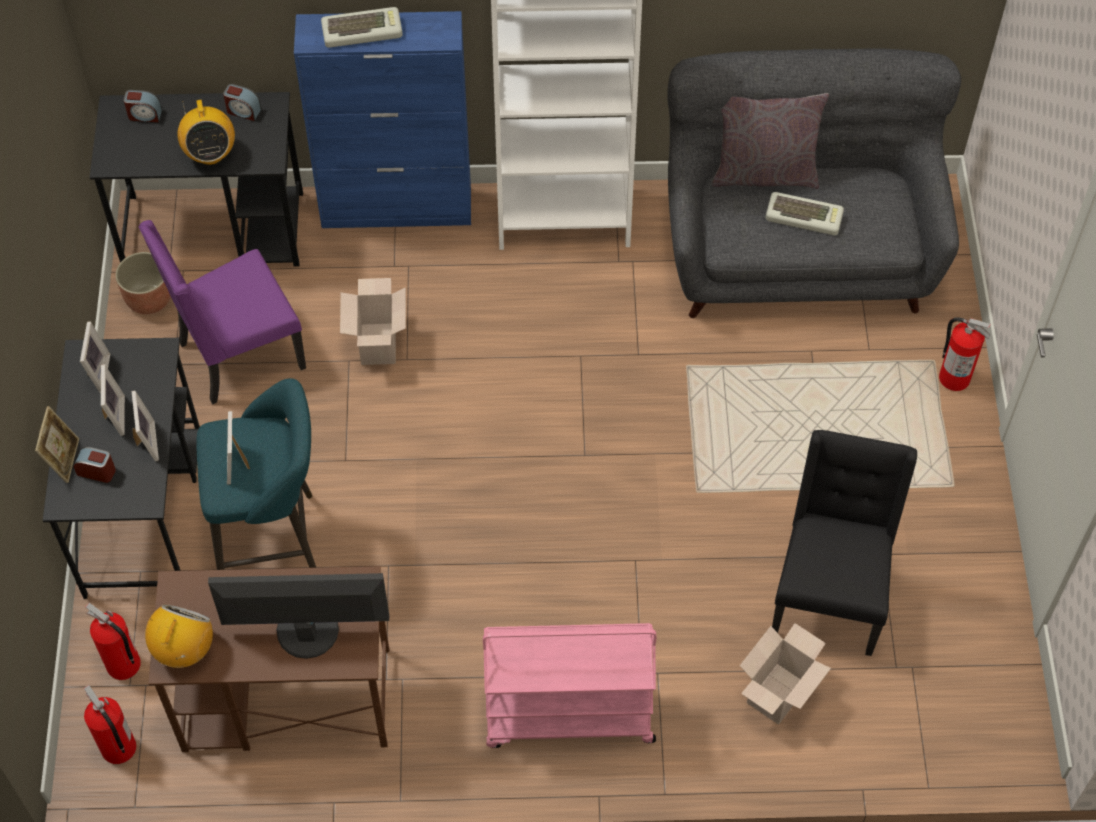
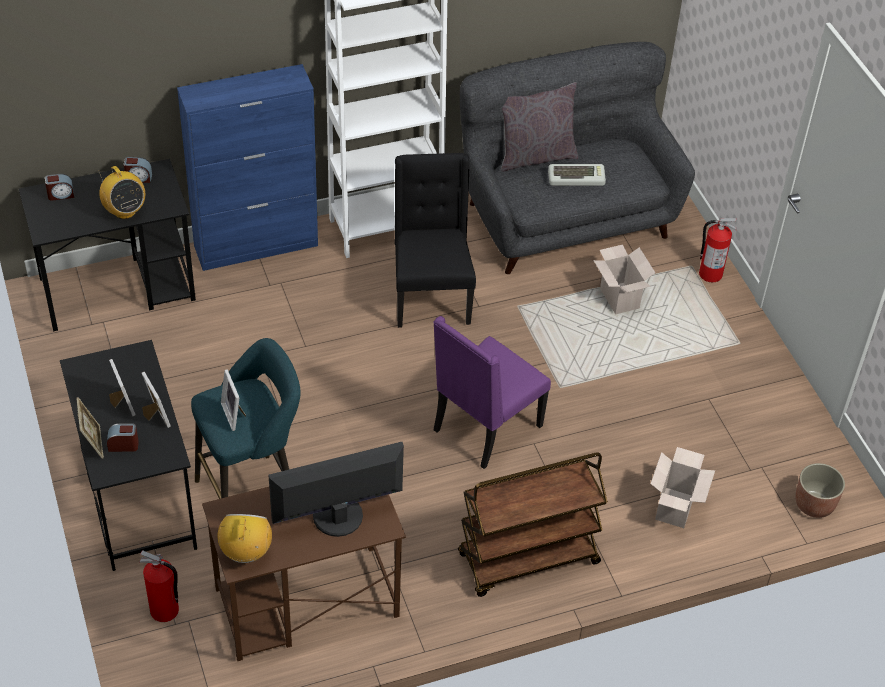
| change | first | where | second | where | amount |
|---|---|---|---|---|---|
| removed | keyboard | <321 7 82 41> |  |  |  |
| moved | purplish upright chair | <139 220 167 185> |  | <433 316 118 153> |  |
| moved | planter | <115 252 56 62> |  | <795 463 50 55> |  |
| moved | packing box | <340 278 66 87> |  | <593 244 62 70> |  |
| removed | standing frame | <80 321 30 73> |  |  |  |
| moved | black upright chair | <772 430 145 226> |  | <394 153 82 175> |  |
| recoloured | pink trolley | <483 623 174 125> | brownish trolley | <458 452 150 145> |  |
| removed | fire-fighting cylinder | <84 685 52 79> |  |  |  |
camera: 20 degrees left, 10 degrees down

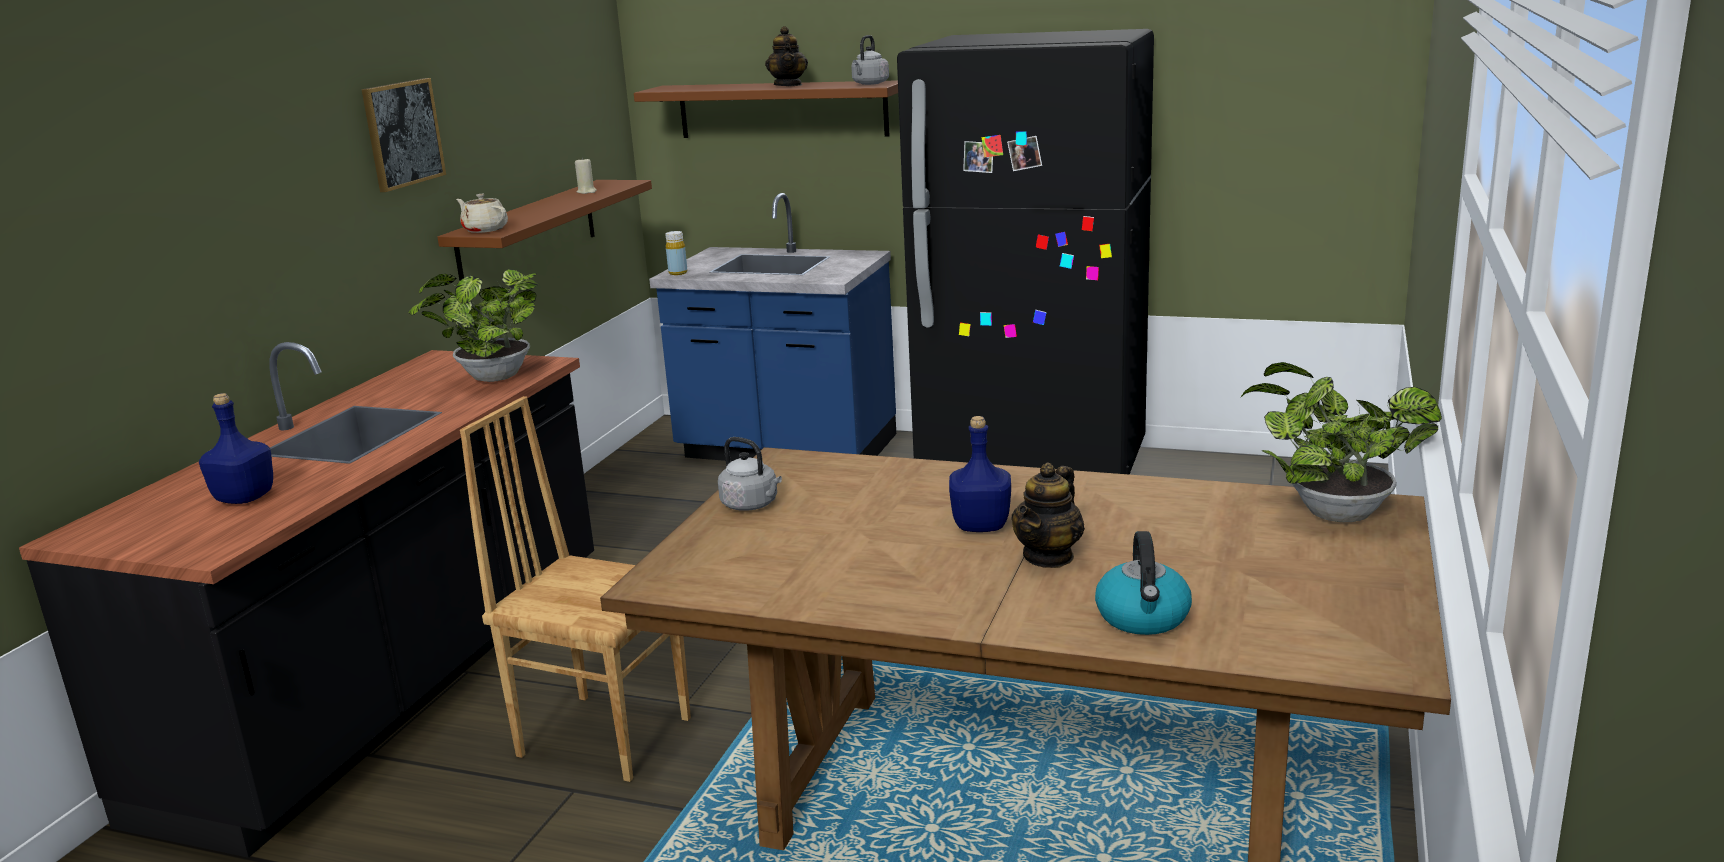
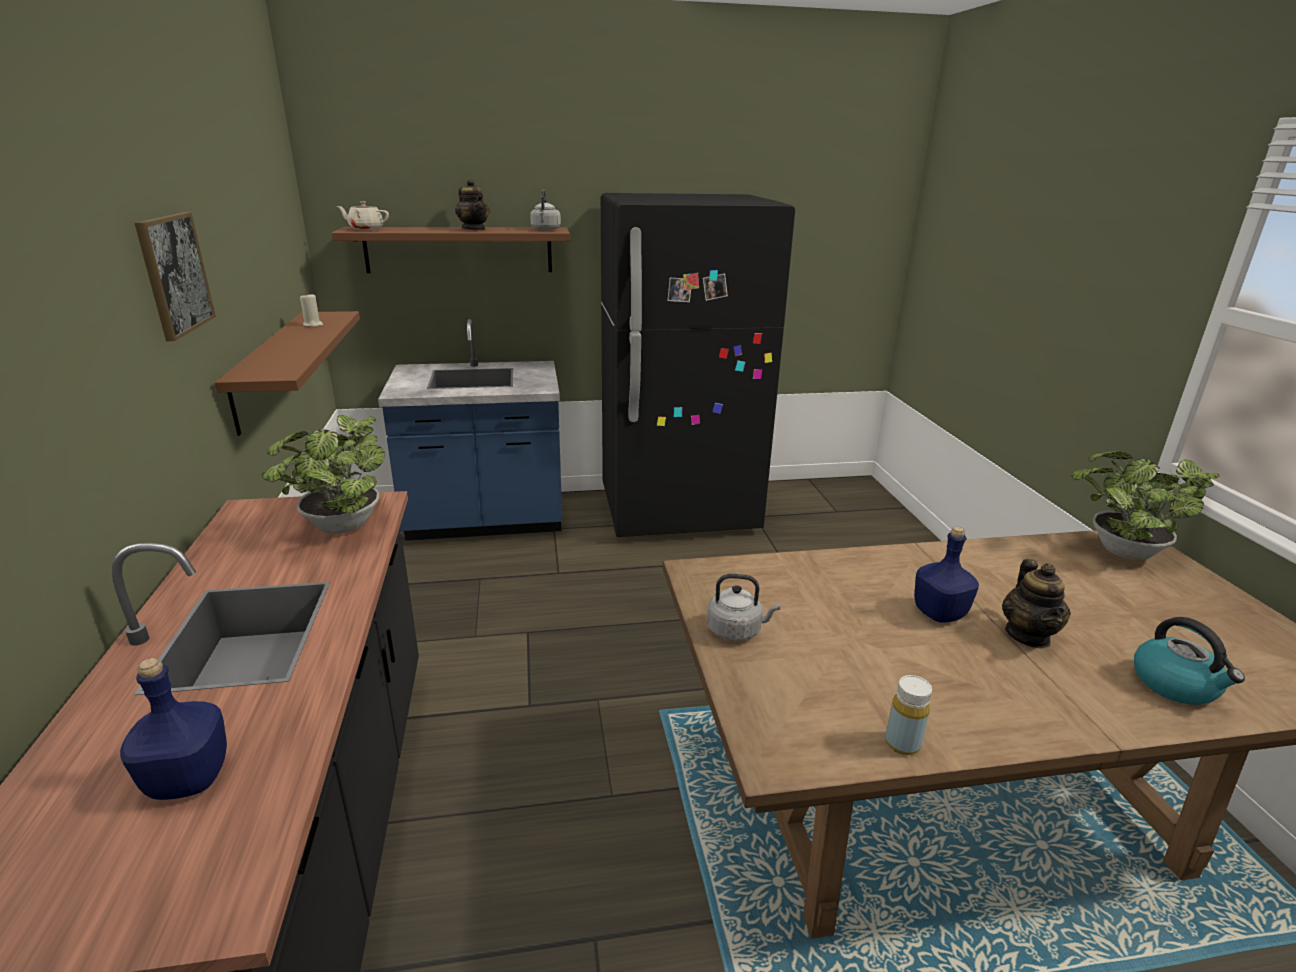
| change | first | where | second | where | amount |
|---|---|---|---|---|---|
| moved | beige pot for tea | <456 194 52 39> |  | <337 201 52 29> |  |
| moved | yellow bottle | <665 231 22 44> |  | <885 675 47 80> |  |
| removed | brownish upright chair | <460 396 231 386> |  |  |  |
camera: 30 degrees left, 5 degrees up

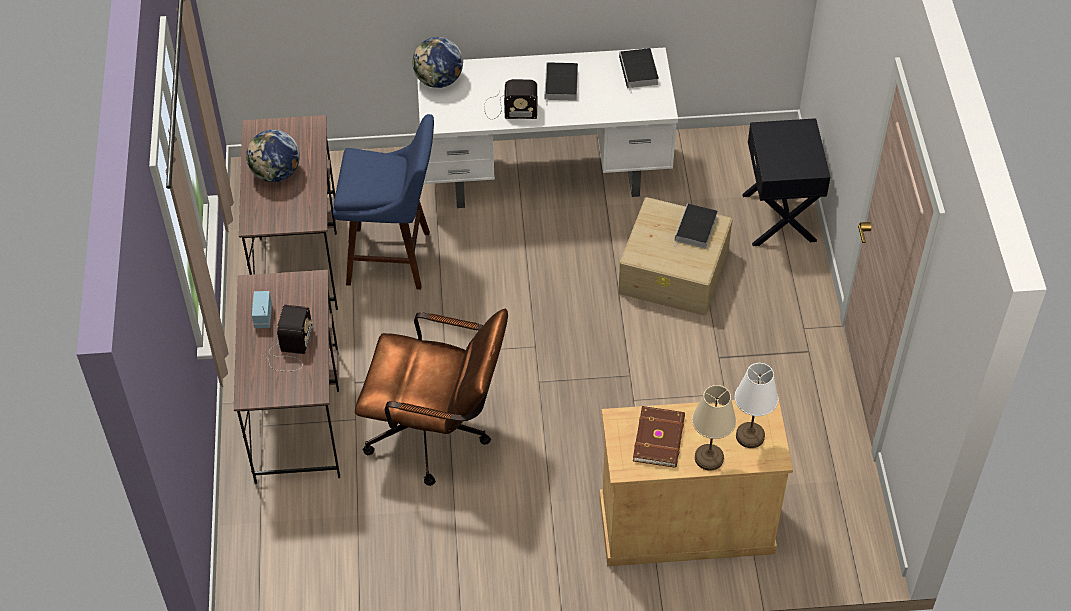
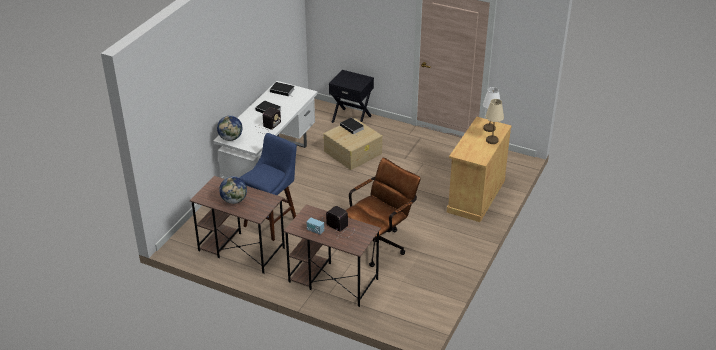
| change | first | where | second | where | amount |
|---|---|---|---|---|---|
| removed | brownish book | <633 406 52 62> |  |  |  |
camera: 60 degrees left, 15 degrees down

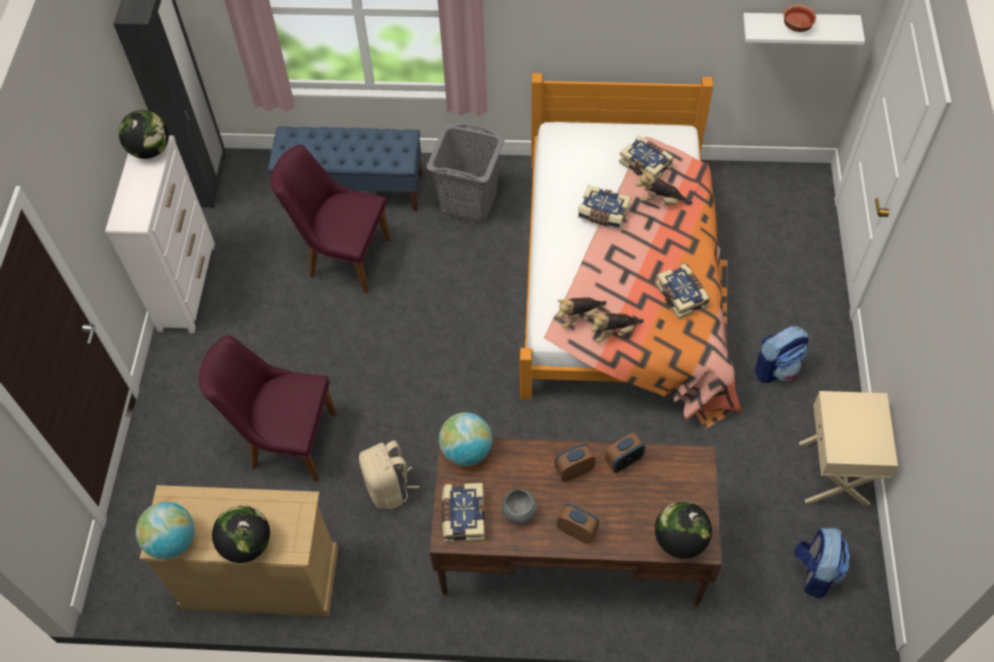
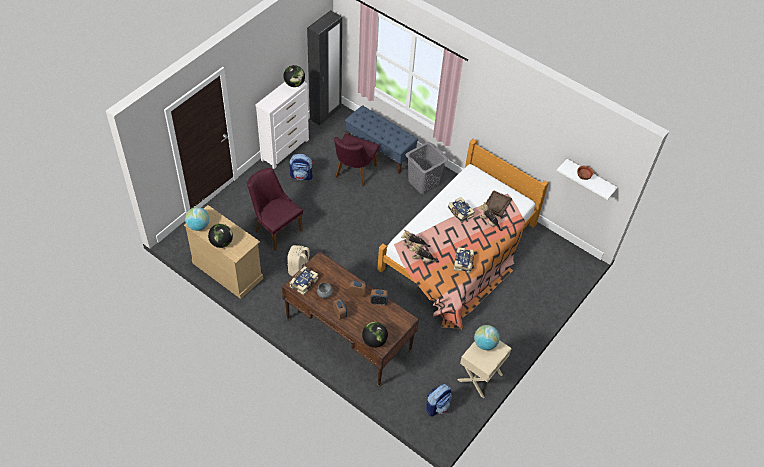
| change | first | where | second | where | amount |
|---|---|---|---|---|---|
| replaced | book | <619 135 55 43> | brownish serving tray | <486 190 26 27> |  |
| turned | purplish upright chair | <270 145 120 148> |  | <334 134 45 52> | 120 degrees counterclockwise |
| moved | rucksack | <754 326 54 57> |  | <289 154 24 26> |  |
| moved | desk globe | <439 412 53 54> |  | <474 325 26 25> |  |
camera: 30 degrees right, 5 degrees down

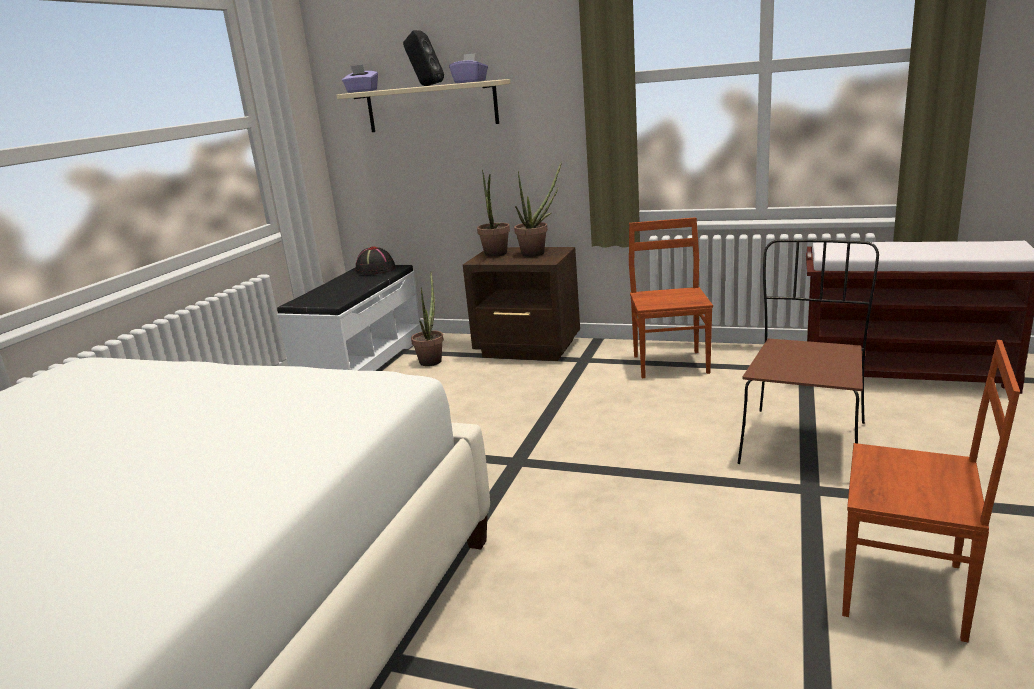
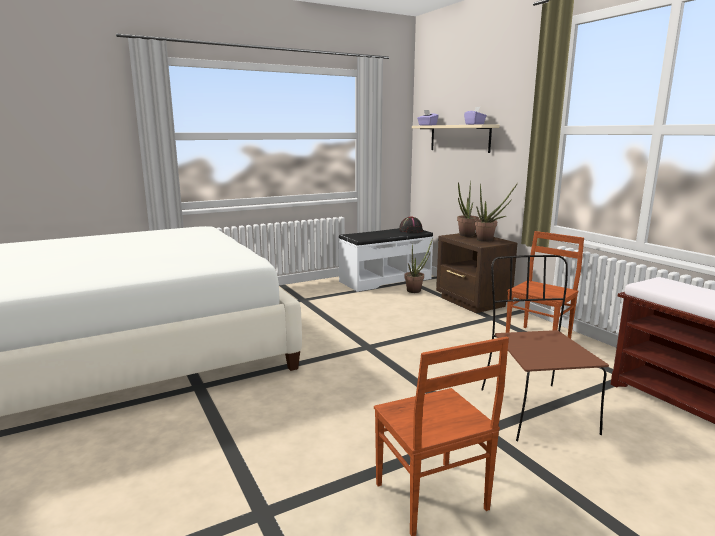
| change | first | where | second | where | amount |
|---|---|---|---|---|---|
| removed | black speaker | <403 30 41 56> |  |  |  |
| turned | brownish upright chair | <738 240 141 224> |  | <481 255 128 186> | 75 degrees counterclockwise |
camera: 40 degrees right, 5 degrees down

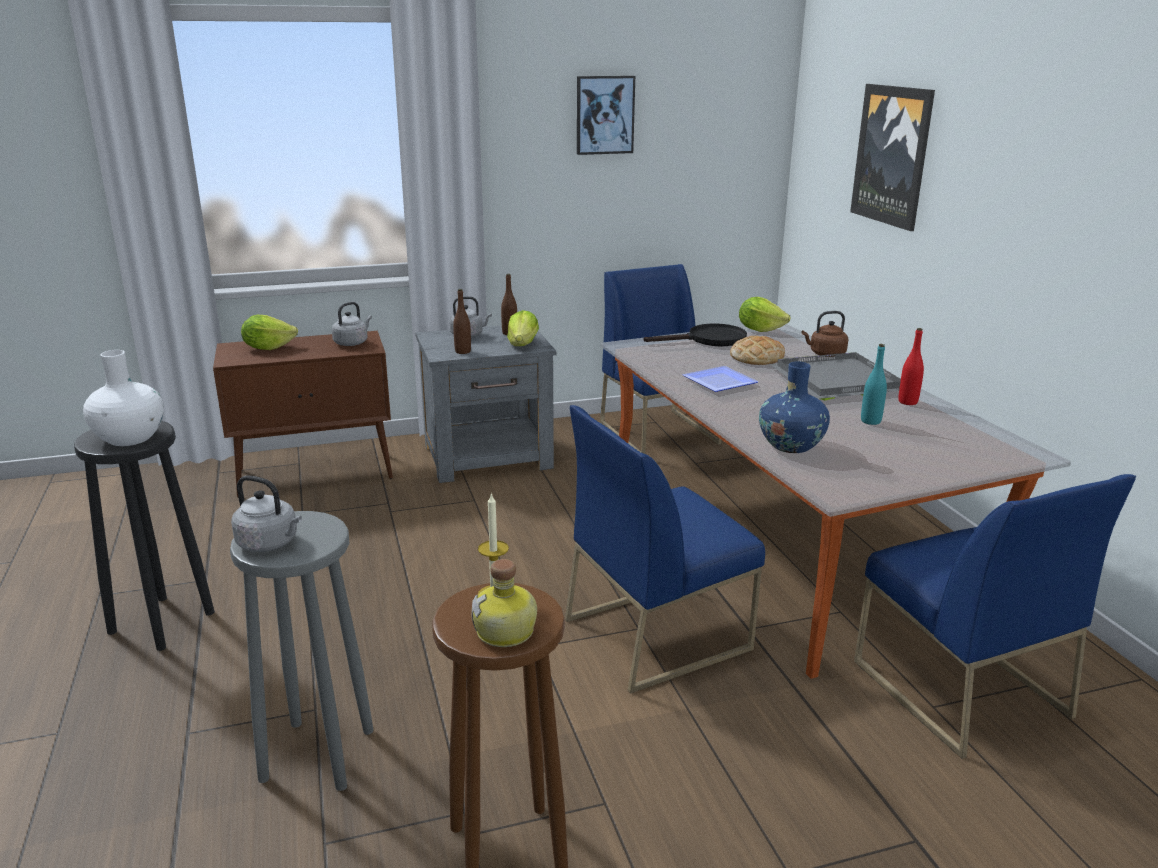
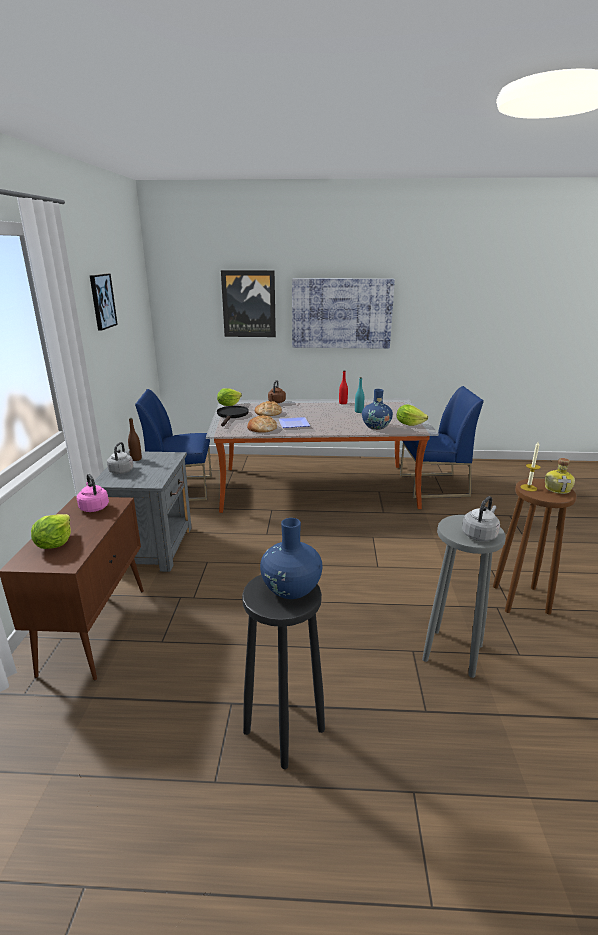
| change | first | where | second | where | amount |
|---|---|---|---|---|---|
| removed | brownish bottle | <453 289 18 65> |  |  |  |
| recoloured | gray kettle | <332 302 40 44> | pink kettle | <77 474 32 38> |  |
| moved | lettuce | <507 310 32 36> |  | <397 404 31 22> |  |
| recoloured | white flower vase | <83 350 81 96> | blue flower vase | <260 518 62 81> |  |
| removed | gray serving tray | <770 352 131 48> |  |  |  |
| removed | blue upright chair | <565 405 200 288> |  |  |  |
| added |  |  | wall art | <292 278 103 71> |  |
| added |  |  | bakery bread | <247 415 30 18> |  |
camera: 70 degrees left, 0 degrees up

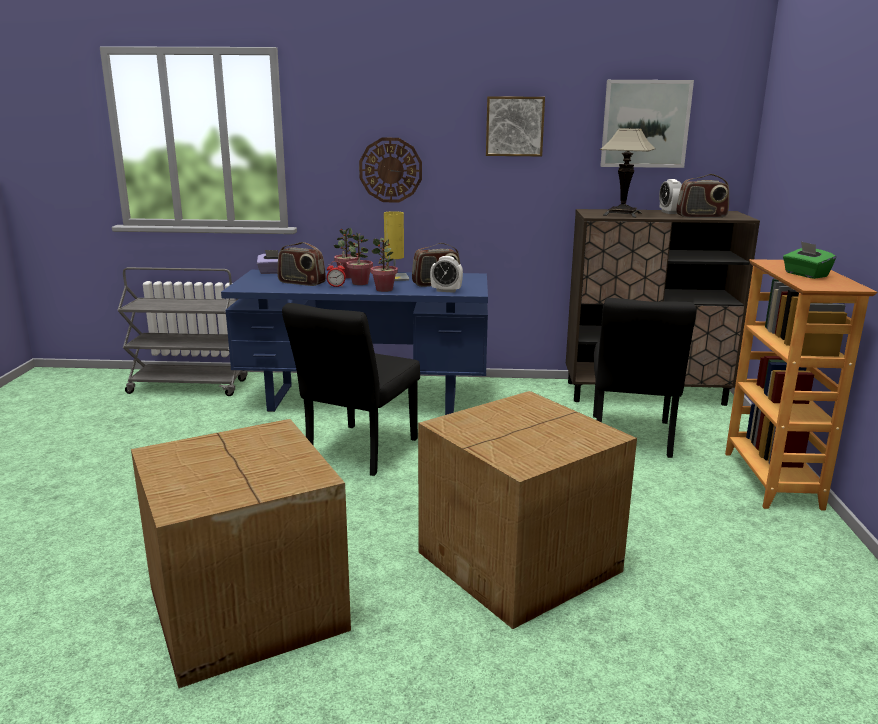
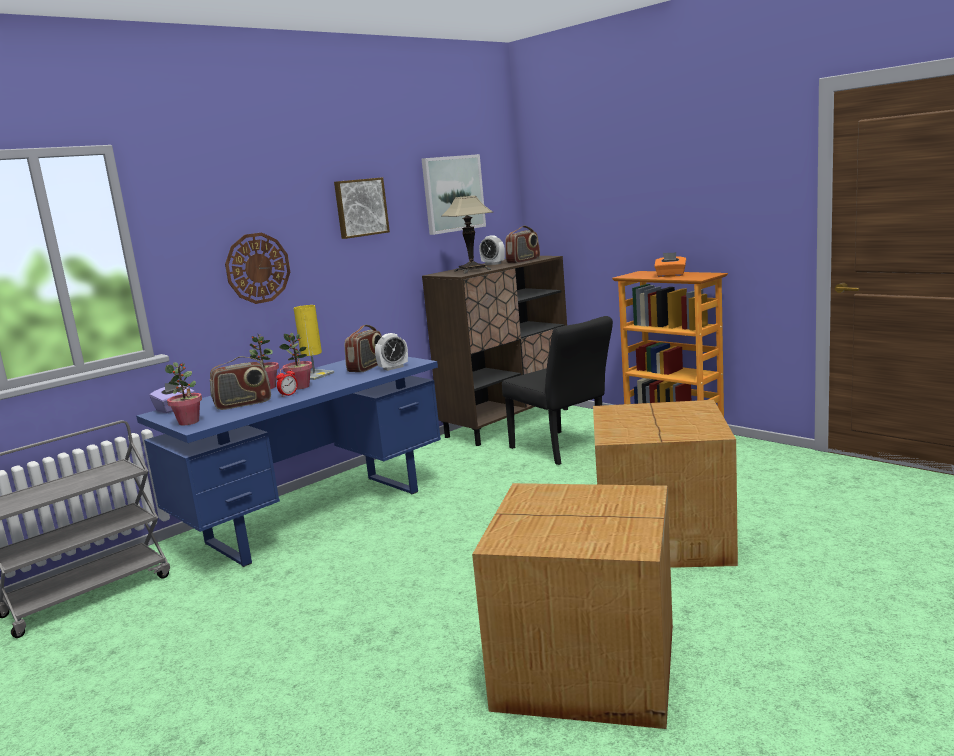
| change | first | where | second | where | amount |
|---|---|---|---|---|---|
| moved | potted plant | <370 238 28 54> |  | <165 362 37 64> |  |
| recoloured | greenish tissue box | <783 241 53 38> | orange tissue box | <654 252 33 25> |  |
| removed | black upright chair | <282 303 138 173> |  |  |  |
camera: 45 degrees left, 5 degrees down

